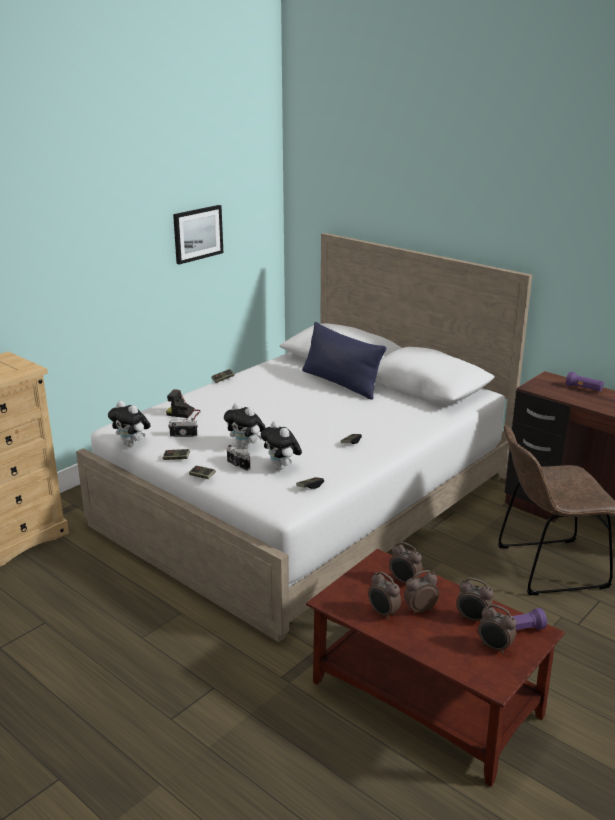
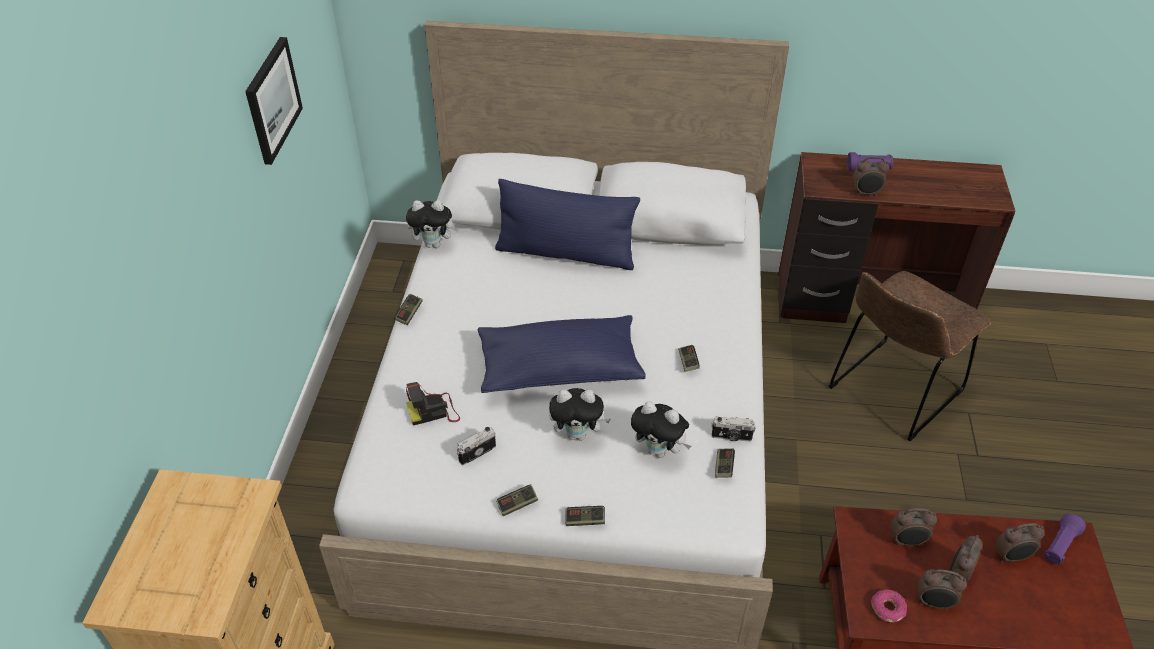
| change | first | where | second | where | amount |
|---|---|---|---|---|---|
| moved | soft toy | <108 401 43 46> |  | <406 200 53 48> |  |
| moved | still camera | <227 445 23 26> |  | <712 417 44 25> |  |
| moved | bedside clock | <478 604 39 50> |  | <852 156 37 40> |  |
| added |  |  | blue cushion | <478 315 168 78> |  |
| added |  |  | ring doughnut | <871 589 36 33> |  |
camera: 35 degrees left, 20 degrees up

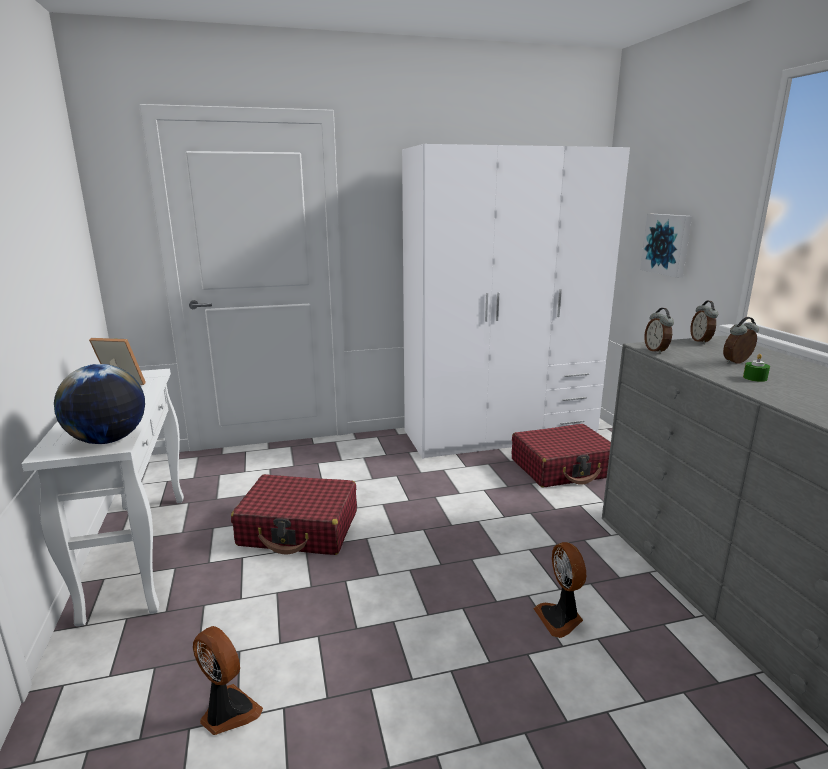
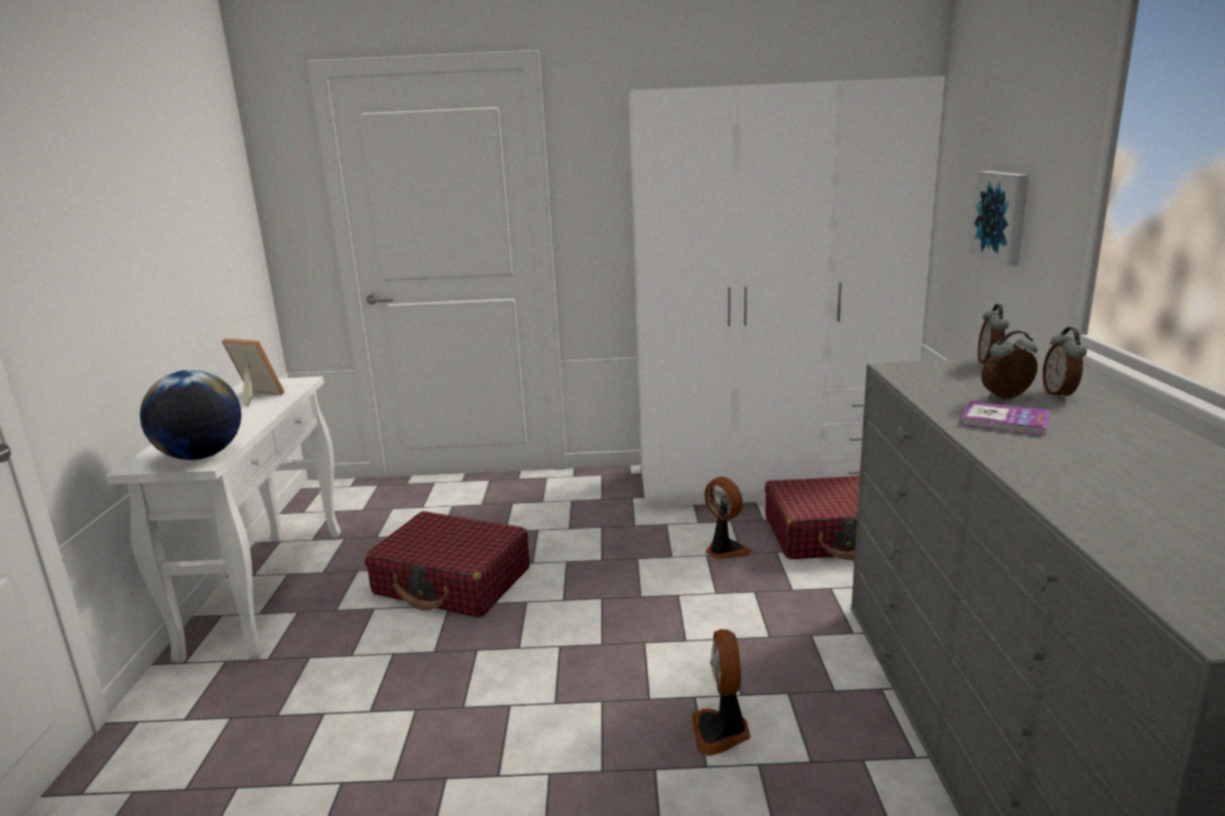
| change | first | where | second | where | amount |
|---|---|---|---|---|---|
| moved | bedside clock | <644 308 30 46> |  | <1043 327 44 73> |  |
| replaced | greenish wax candle | <743 354 27 28> | book | <961 401 89 35> |  |
| moved | cooling fan | <193 626 70 109> |  | <704 477 48 82> |  |
camera: 15 degrees right, 0 degrees up

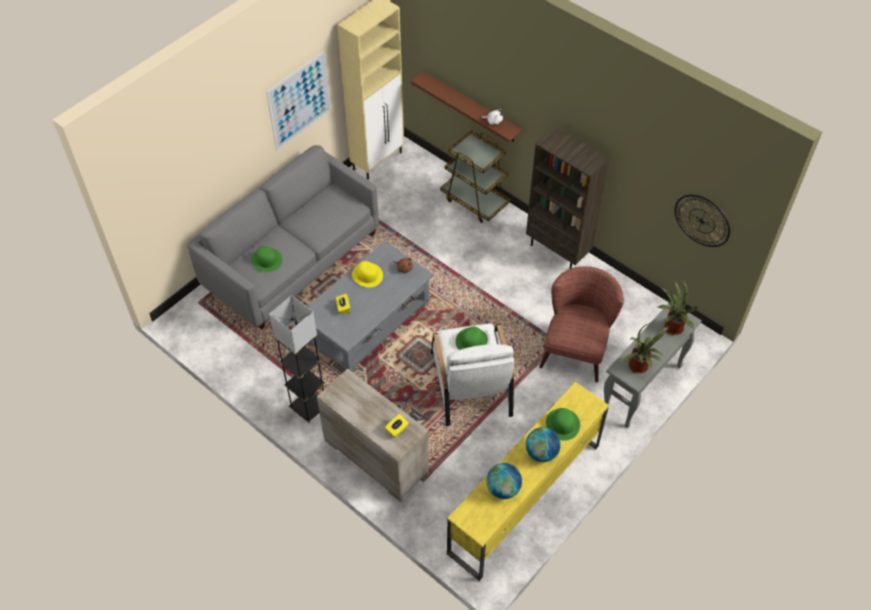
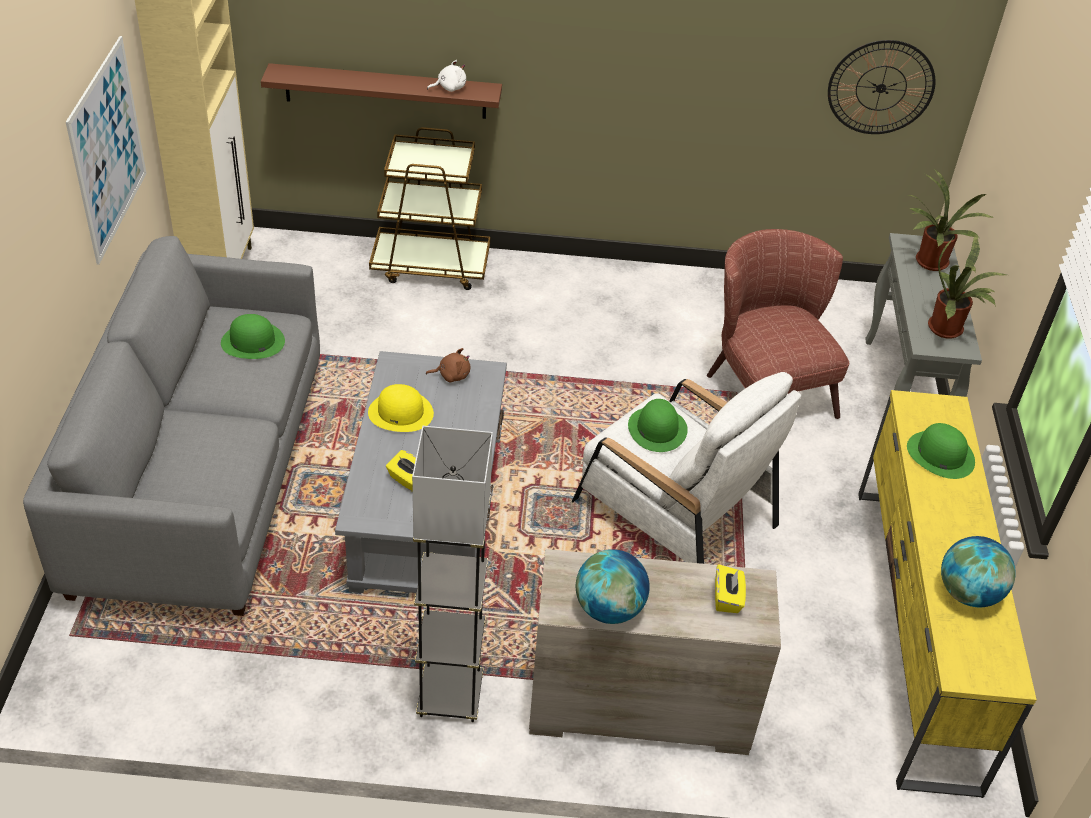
| change | first | where | second | where | amount |
|---|---|---|---|---|---|
| removed | brownish shelving unit | <526 127 84 142> |  |  |  |
| moved | greenish hat | <251 246 31 26> |  | <221 314 64 45> |  |
| moved | desk globe | <526 427 35 35> |  | <576 549 74 75> |  |
camera: 40 degrees left, 10 degrees down

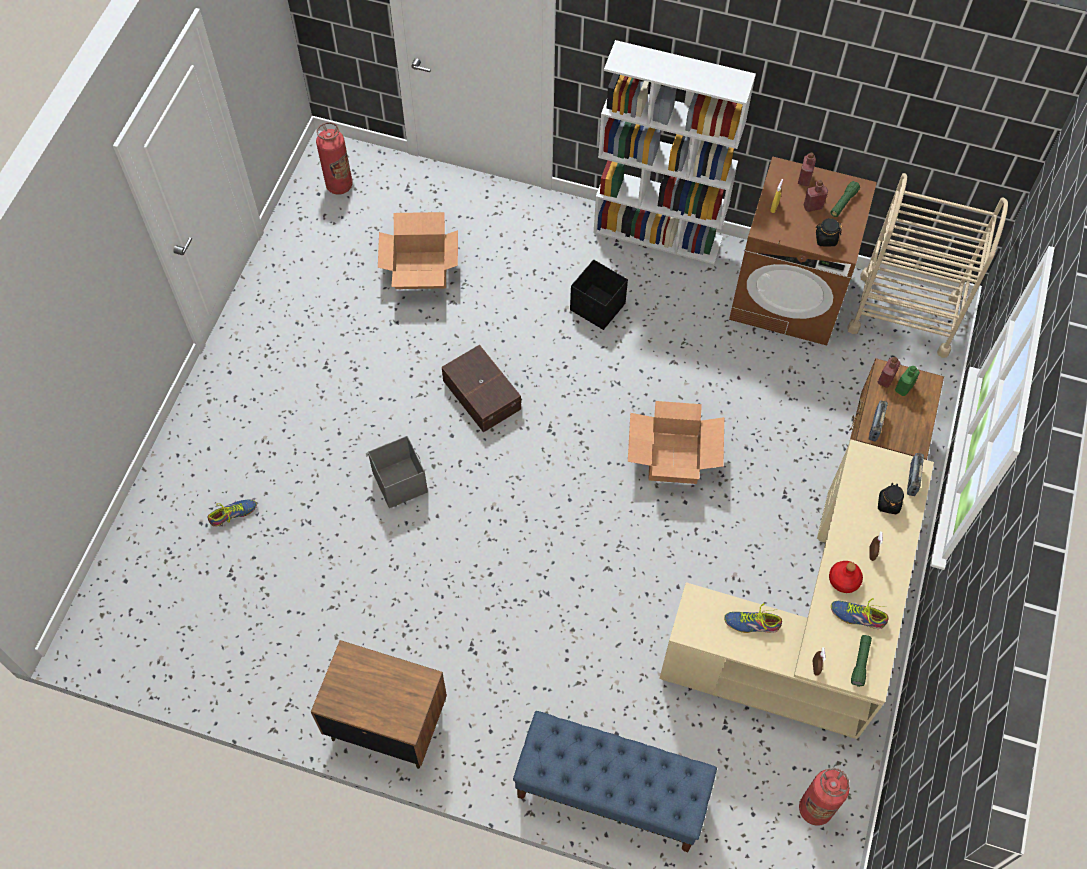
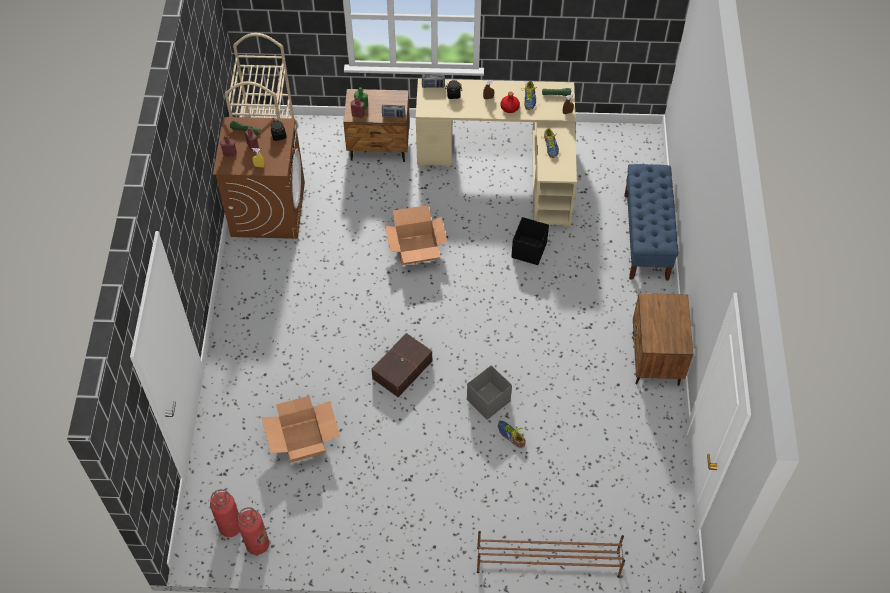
| change | first | where | second | where | amount |
|---|---|---|---|---|---|
| removed | white shelving unit | <593 40 163 224> |  |  |  |
| moved | black storage container | <570 259 58 71> |  | <511 217 38 48> |  |
| moved | shoe | <208 499 49 28> |  | <498 421 28 27> |  |
| moved | fire-fighting cylinder | <799 768 51 58> |  | <237 507 32 48> |  |
| added |  |  | brownish shoe rack | <477 531 148 47> |  |
camera: 105 degrees left, 5 degrees down

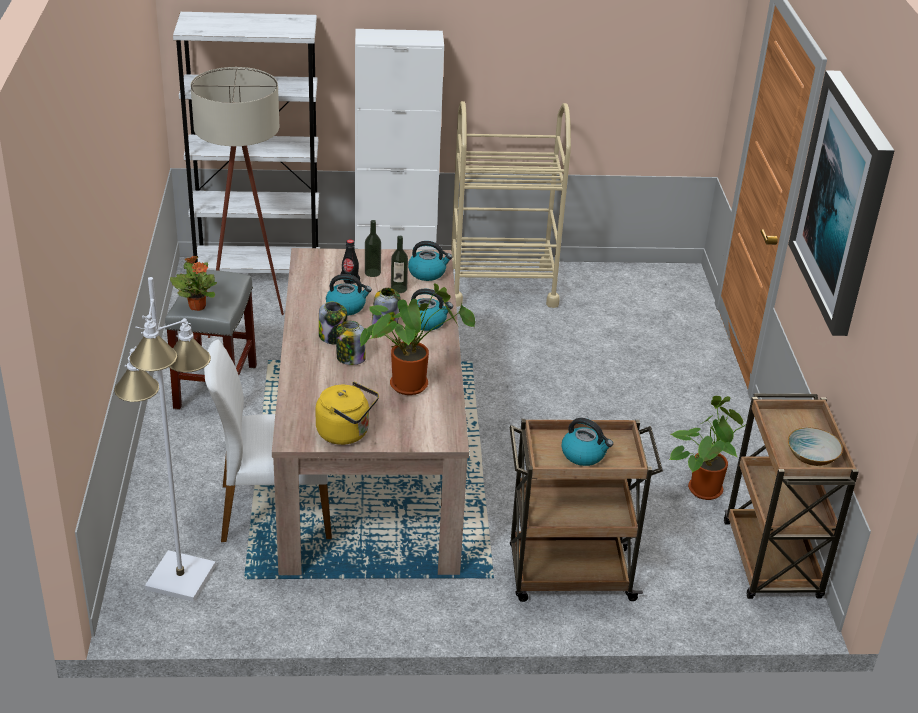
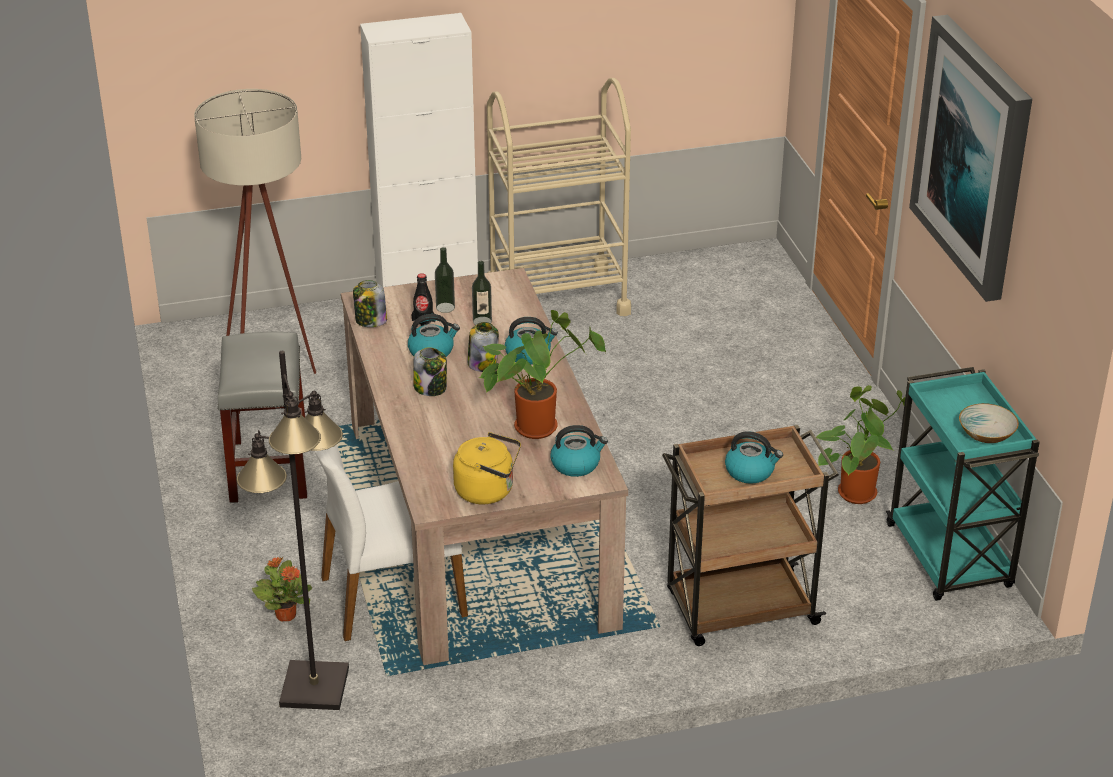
| change | first | where | second | where | amount |
|---|---|---|---|---|---|
| removed | white shelving unit | <173 12 147 261> |  |  |  |
| moved | kettle | <408 241 44 40> |  | <550 425 58 52> |  |
| moved | potted plant | <170 255 47 56> |  | <252 557 60 65> |  |
| recoloured | white floor lamp | <114 277 102 325> | black floor lamp | <236 351 113 359> |  |
| moved | preserve jar | <336 321 30 44> |  | <353 280 34 47> |  |
| recoloured | brownish trolley | <724 394 135 205> | turquoise-coloured trolley | <886 367 154 234> |  |
camera: 10 degrees left, 0 degrees up

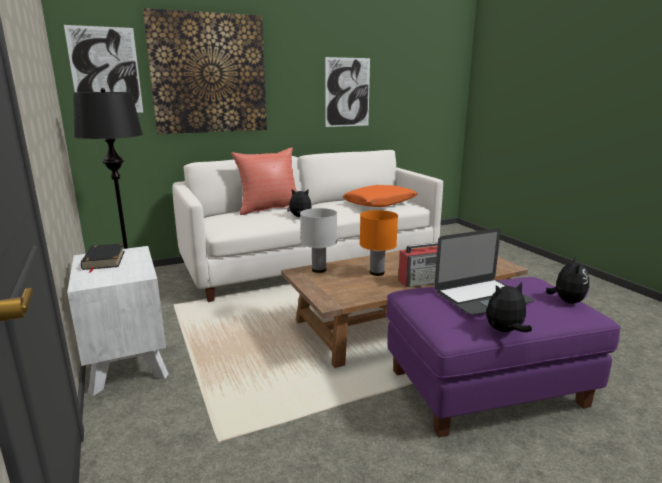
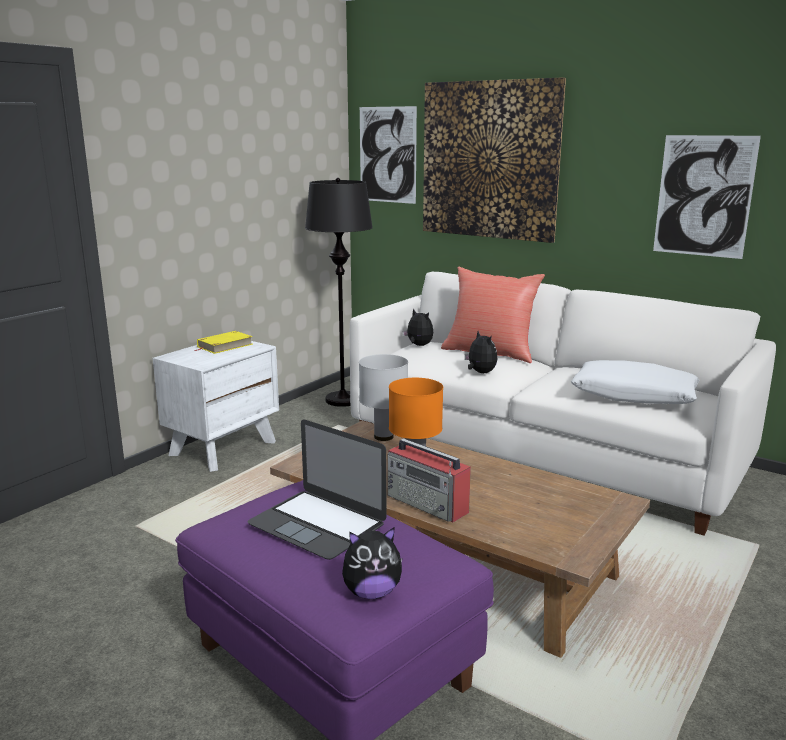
| change | first | where | second | where | amount |
|---|---|---|---|---|---|
| recoloured | orange cushion | <343 185 75 22> | white cushion | <571 360 129 44> |  |
| recoloured | black book | <81 243 44 30> | yellow book | <194 331 59 23> |  |
| moved | soft toy | <486 282 46 50> |  | <402 308 31 38> |  |
camera: 60 degrees right, 0 degrees up

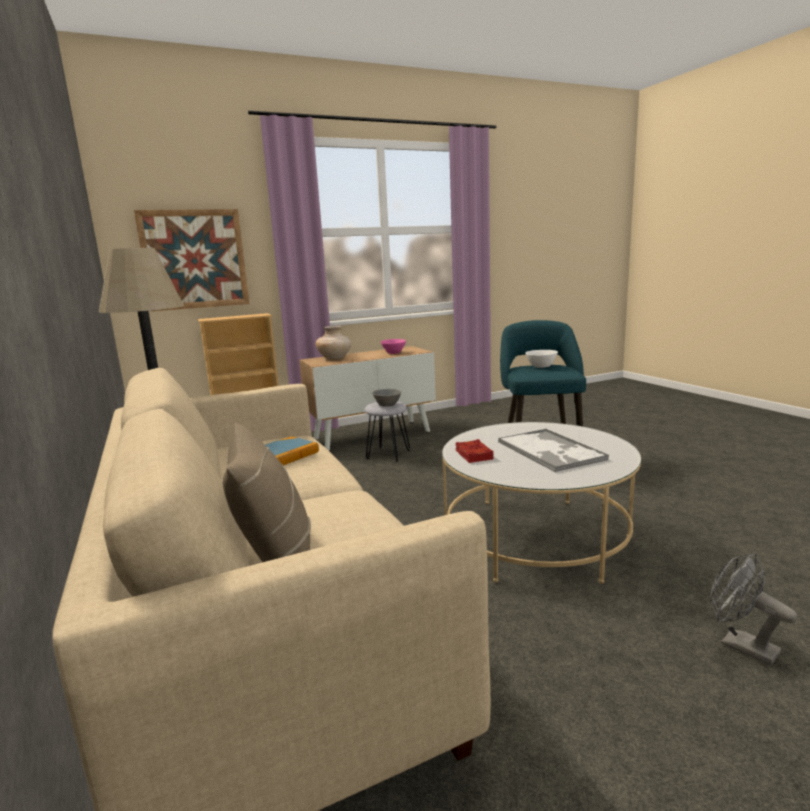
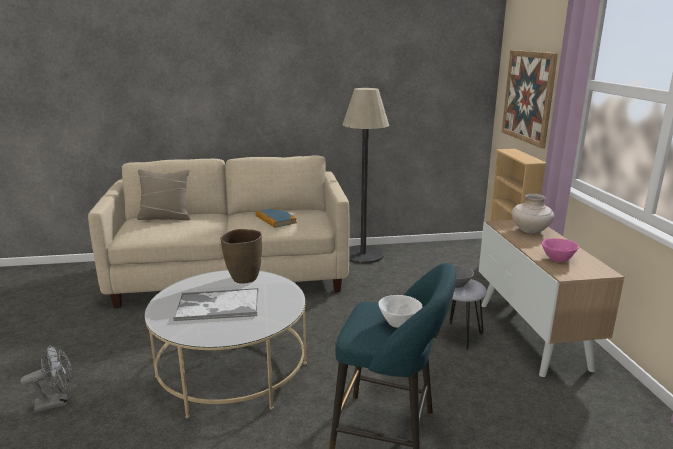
| change | first | where | second | where | amount |
|---|---|---|---|---|---|
| replaced | red book | <455 439 39 24> | brownish flower vase | <220 229 42 55> |  |
camera: 105 degrees right, 5 degrees up

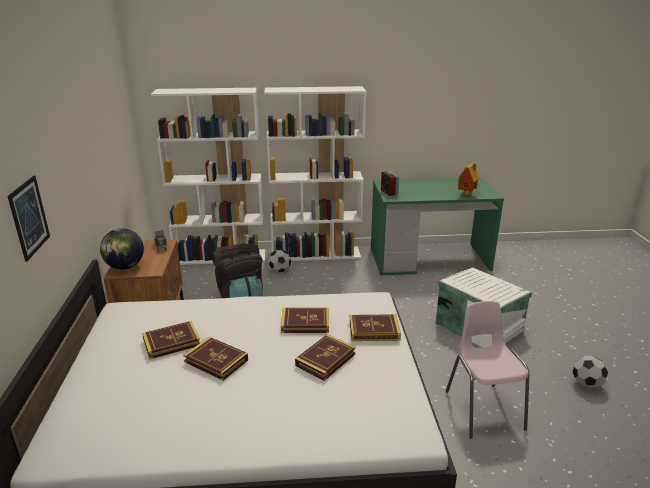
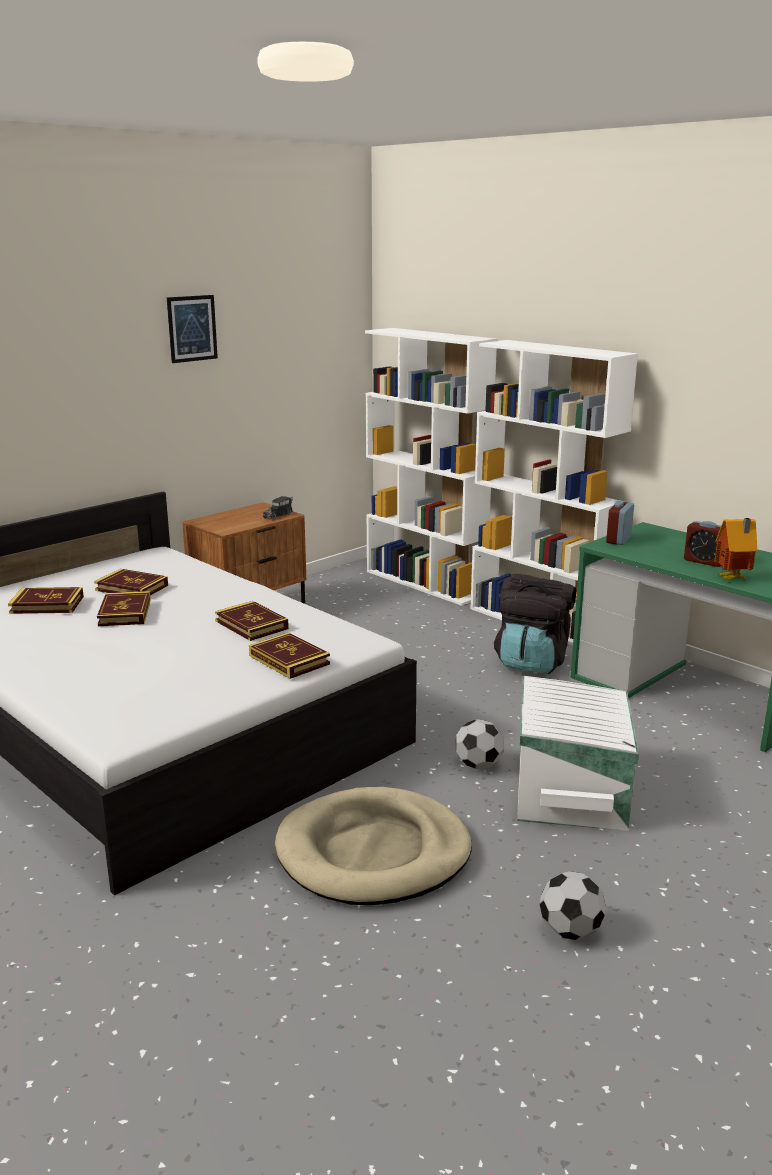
| change | first | where | second | where | amount |
|---|---|---|---|---|---|
| moved | wall art | <7 176 43 86> |  | <167 295 51 68> |  |
| removed | desk globe | <100 228 44 41> |  |  |  |
| moved | black rucksack | <212 243 51 55> |  | <494 574 82 100> |  |
| moved | football ball | <268 250 23 22> |  | <456 719 48 50> |  |
| replaced | pink upright chair | <446 301 83 138> | beige pet bed | <275 787 197 118> |  |
| moved | book | <295 334 61 47> |  | <8 587 76 27> |  |
| added |  |  | bedside clock | <684 521 37 46> |  |
camera: 50 degrees right, 5 degrees down

